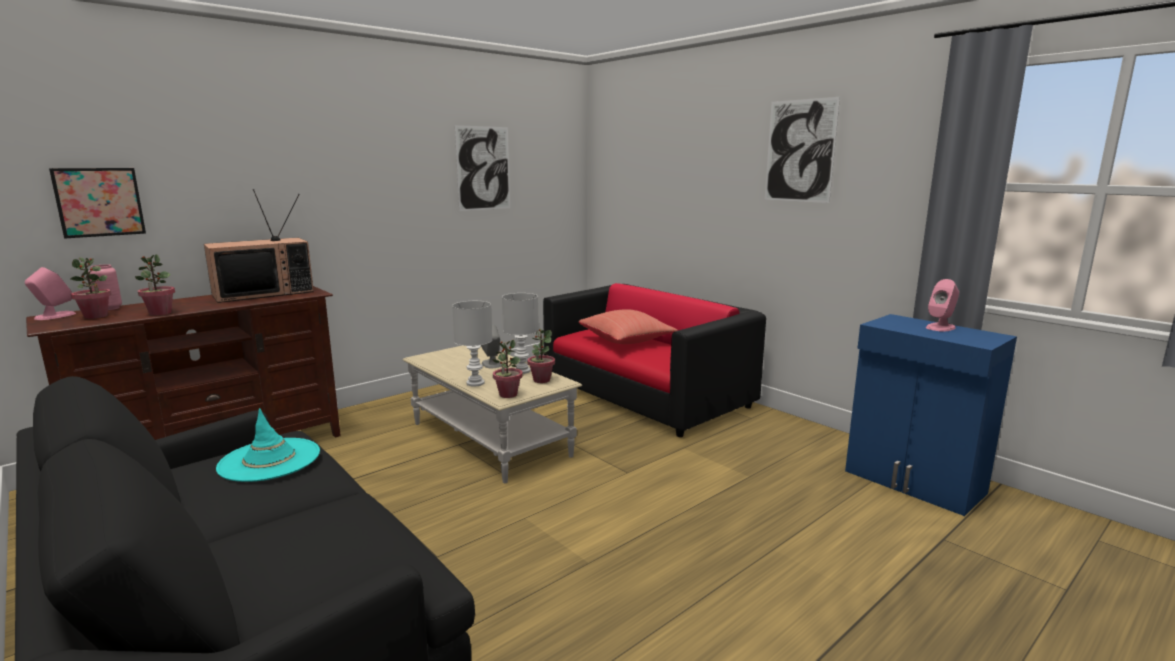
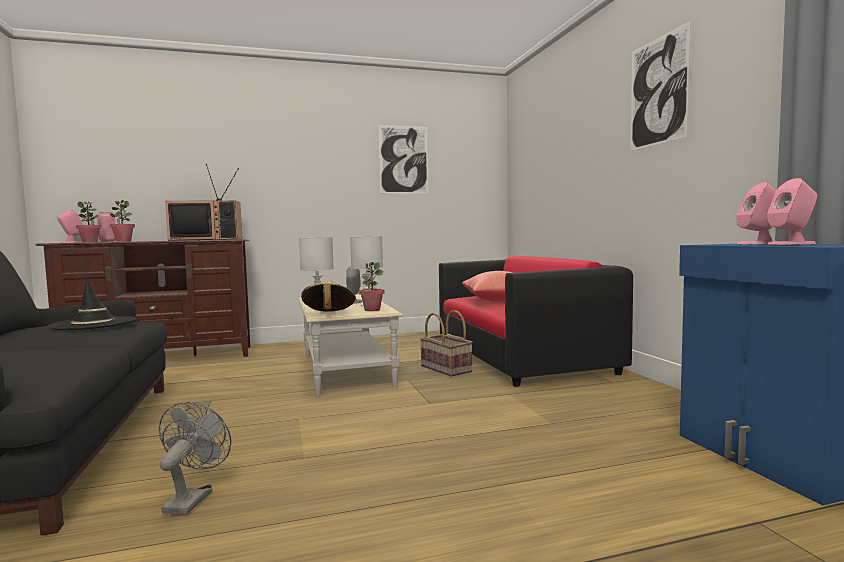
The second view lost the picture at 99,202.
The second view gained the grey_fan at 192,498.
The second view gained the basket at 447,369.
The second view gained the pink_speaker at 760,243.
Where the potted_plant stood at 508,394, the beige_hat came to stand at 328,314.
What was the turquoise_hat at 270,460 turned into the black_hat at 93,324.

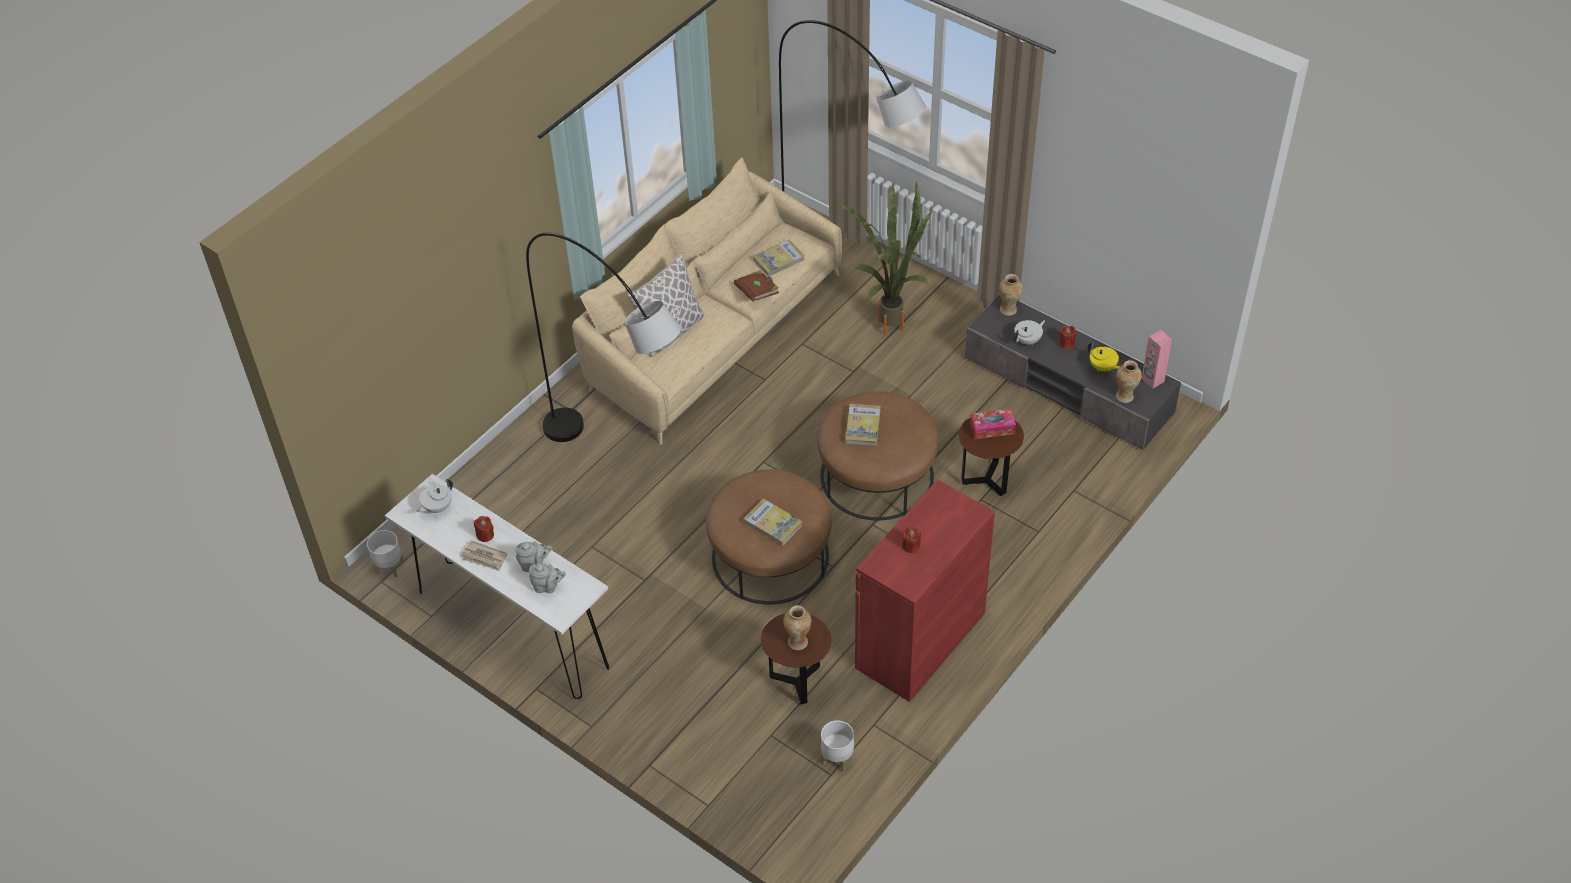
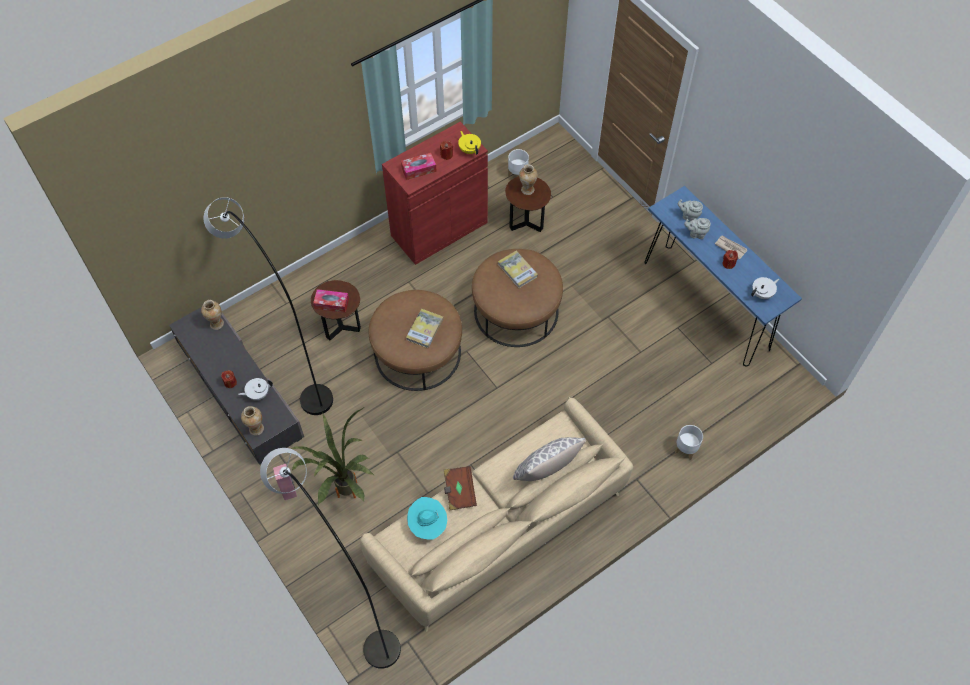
The second view gained the tissue_box at 419,169.
The white_planter ended up elsewhere, having gone from 389,567 to 686,449.
The grey_floor_lamp ended up elsewhere, having gone from 621,461 to 285,357.
The yellow_teapot ended up elsewhere, having gone from 1102,367 to 469,150.
The pink_speaker ended up elsewhere, having gone from 1152,380 to 289,492.
Where the book stood at 779,260, the turquoise_hat came to stand at 427,524.
What was the white_console_table at 512,629 turned into the blue_console_table at 705,305.

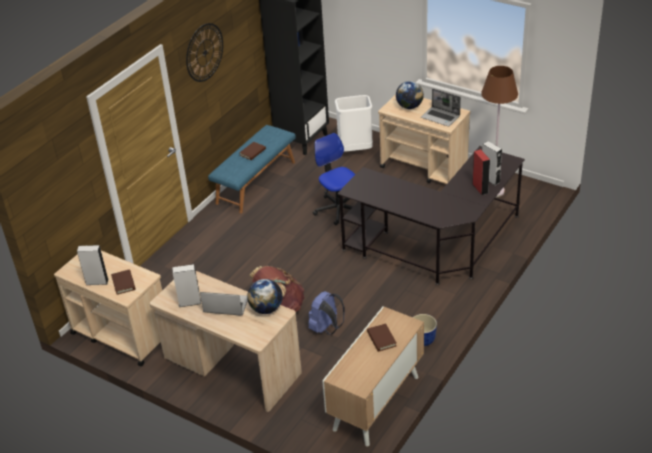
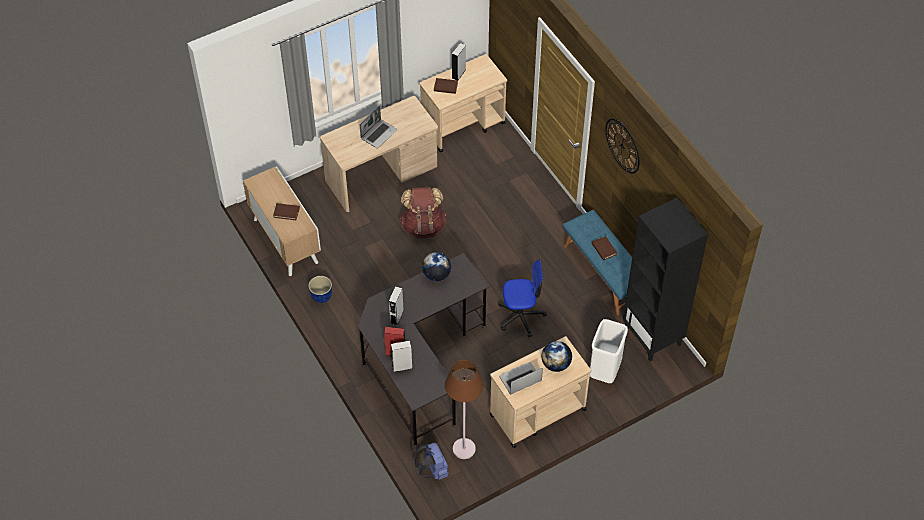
The grey_speaker ended up elsewhere, having gone from 189,302 to 396,317.
The globe ended up elsewhere, having gone from 266,309 to 436,275.
The blue_backpack ended up elsewhere, having gone from 327,328 to 432,470.

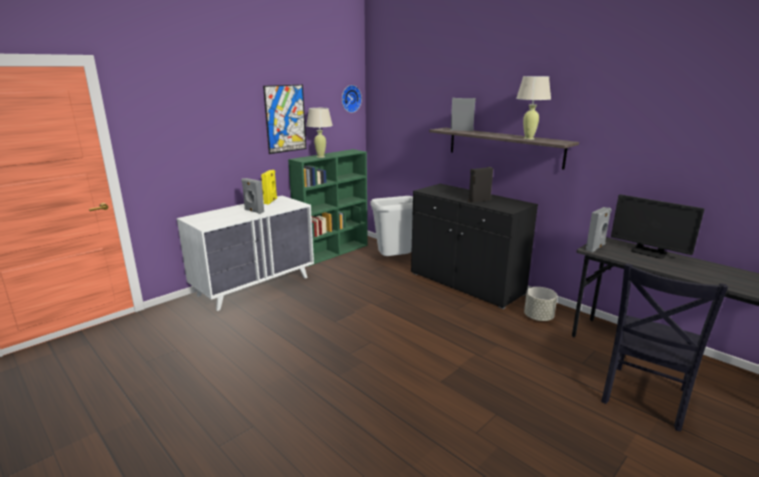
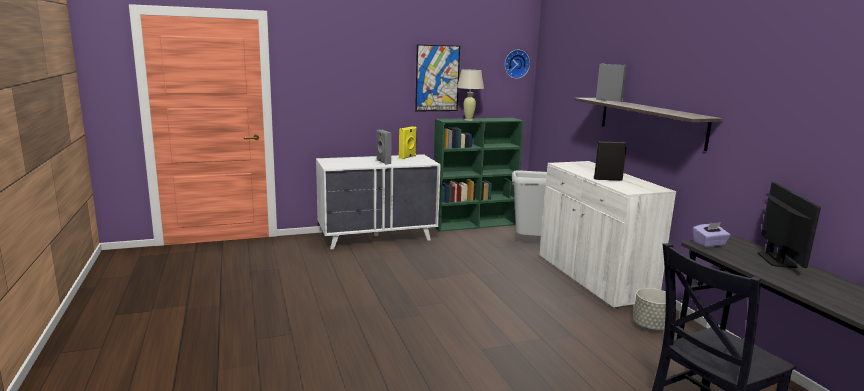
The second view lost the beige_table_lamp at 529,138.
Where the grey_speaker stood at 596,248, the purple_tissue_box came to stand at 709,244.
What was the black_cabinet at 465,283 turned into the white_cabinet at 593,278.
The monitor at 648,252 ended up facing another way, 150 degrees counterclockwise from before.

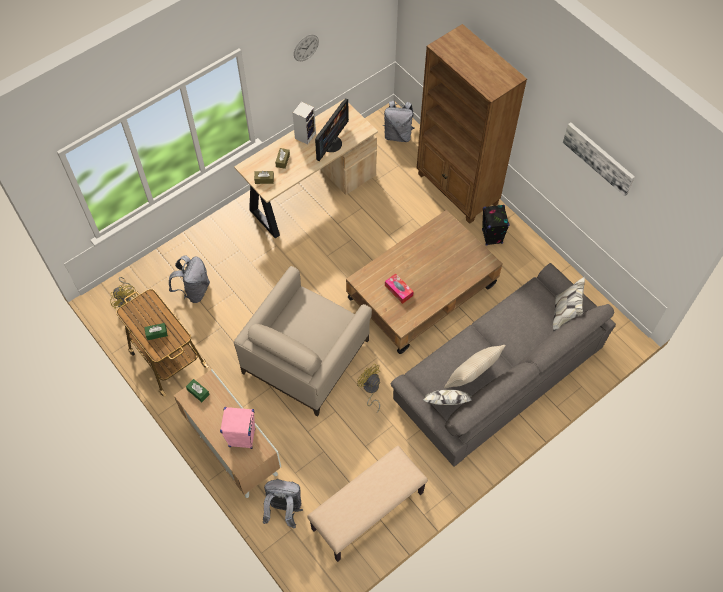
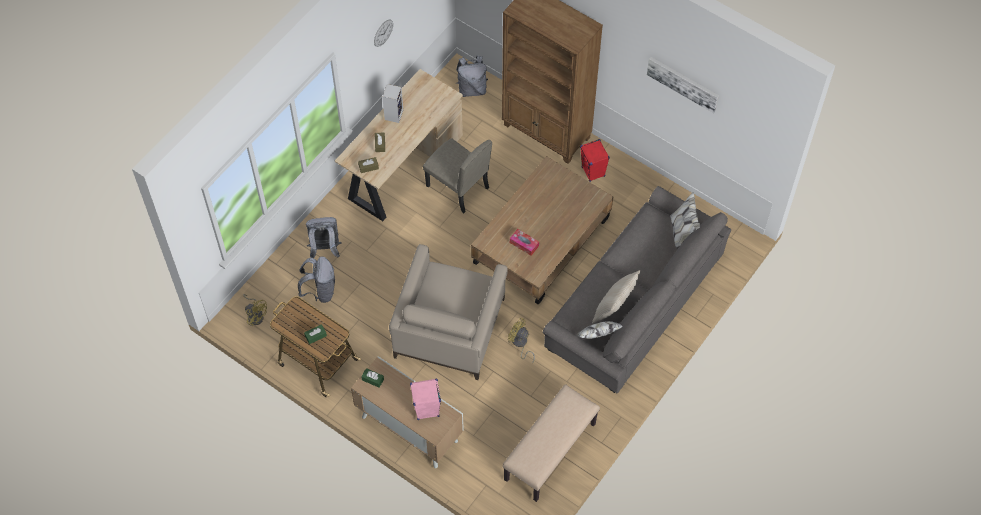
The second view lost the monitor at 331,143.
The second view gained the beige_chair at 457,187.
The grey_backpack ended up elsewhere, having gone from 284,509 to 325,249.
What was the black_speaker at 492,237 turned into the red_speaker at 593,172.

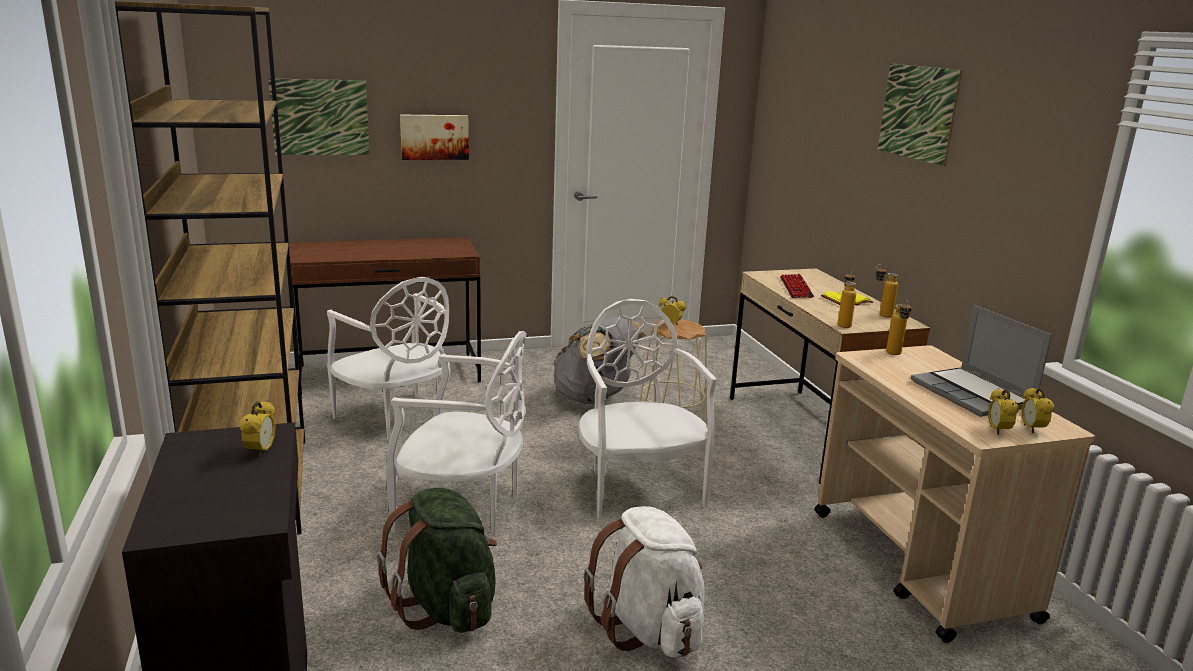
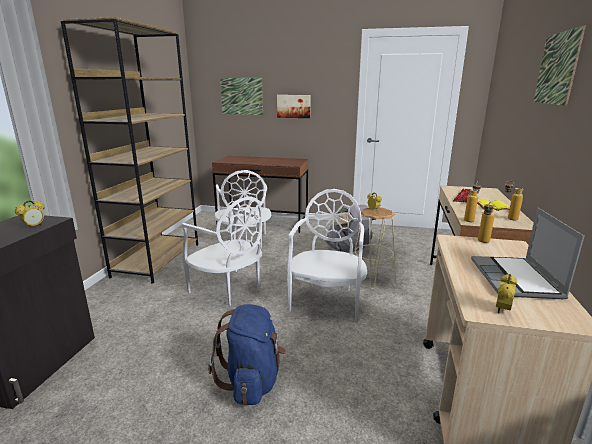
The second view lost the green_backpack at 446,607.
The second view lost the alarm_clock at 1031,429.
What was the white_backpack at 648,628 turned into the blue_backpack at 252,381.

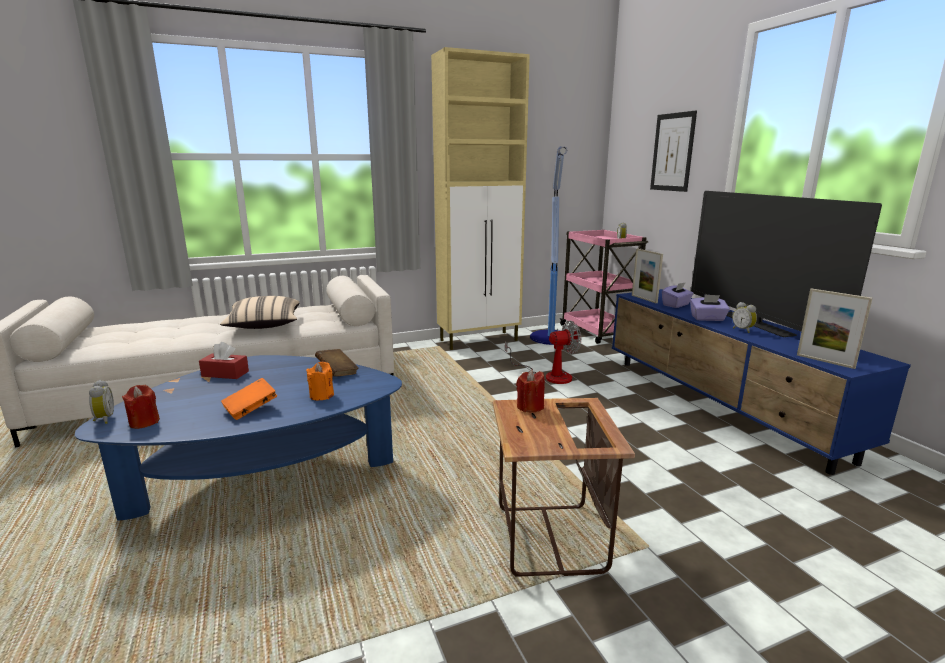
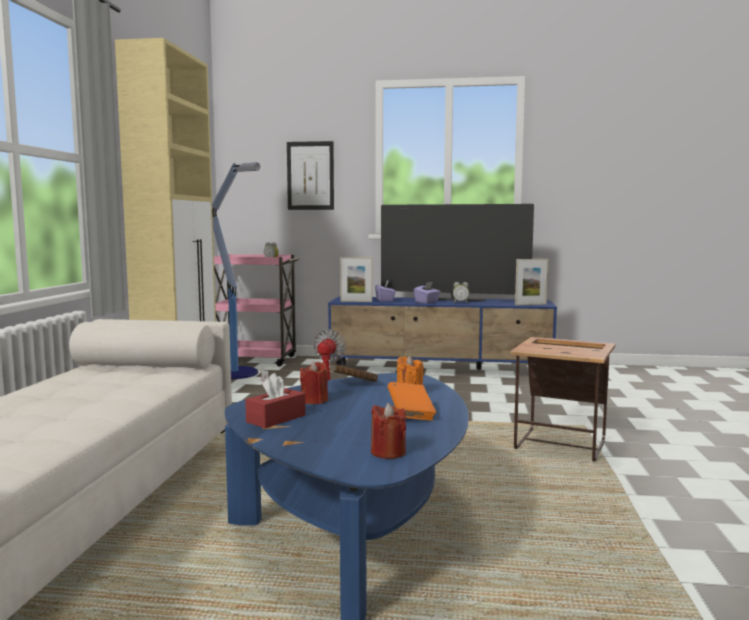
The second view lost the alarm_clock at 103,419.
The second view lost the beige_pillow at 264,326.
The red_candle ended up elsewhere, having gone from 530,407 to 314,401.

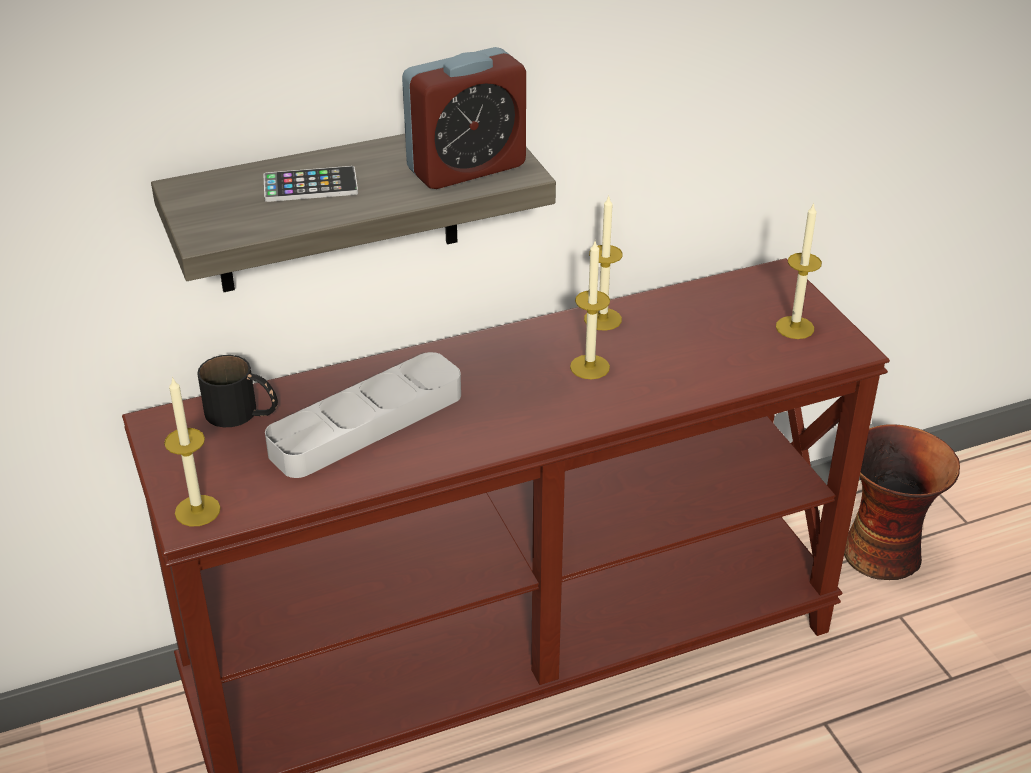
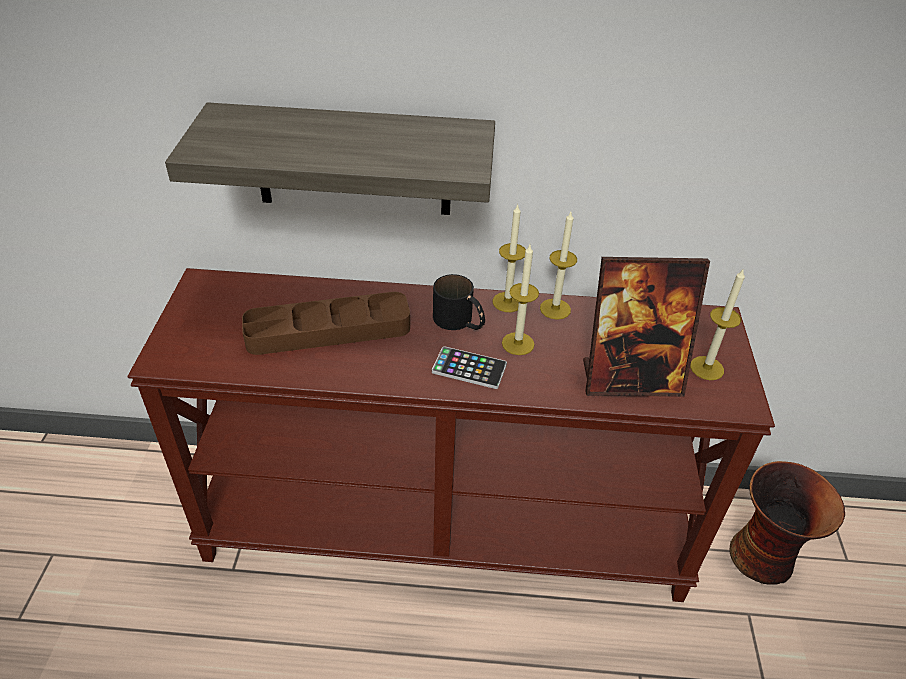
The second view lost the alarm_clock at 466,168.
The second view gained the picture_frame at 630,379.
The candle ended up elsewhere, having gone from 197,510 to 507,302.
The black_mug ended up elsewhere, having gone from 243,413 to 460,321.
The phone ended up elsewhere, having gone from 310,186 to 469,368.
What was the grey_tray at 367,423 turned into the brown_tray at 328,330.

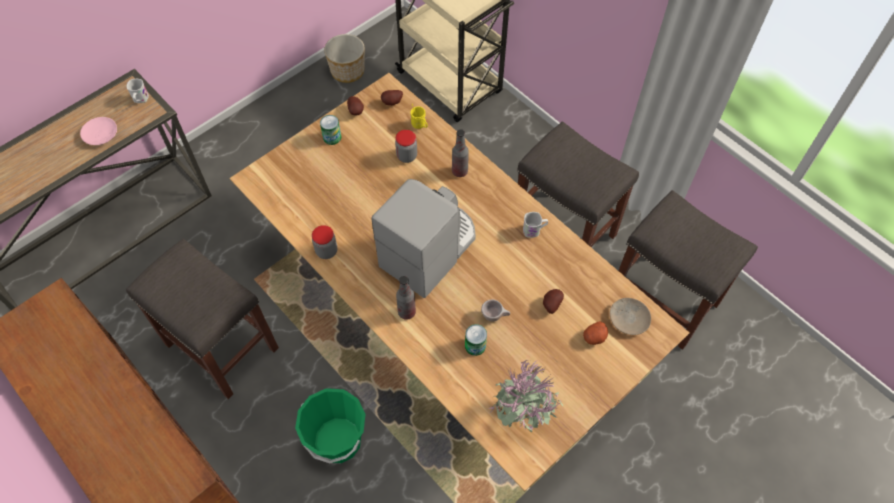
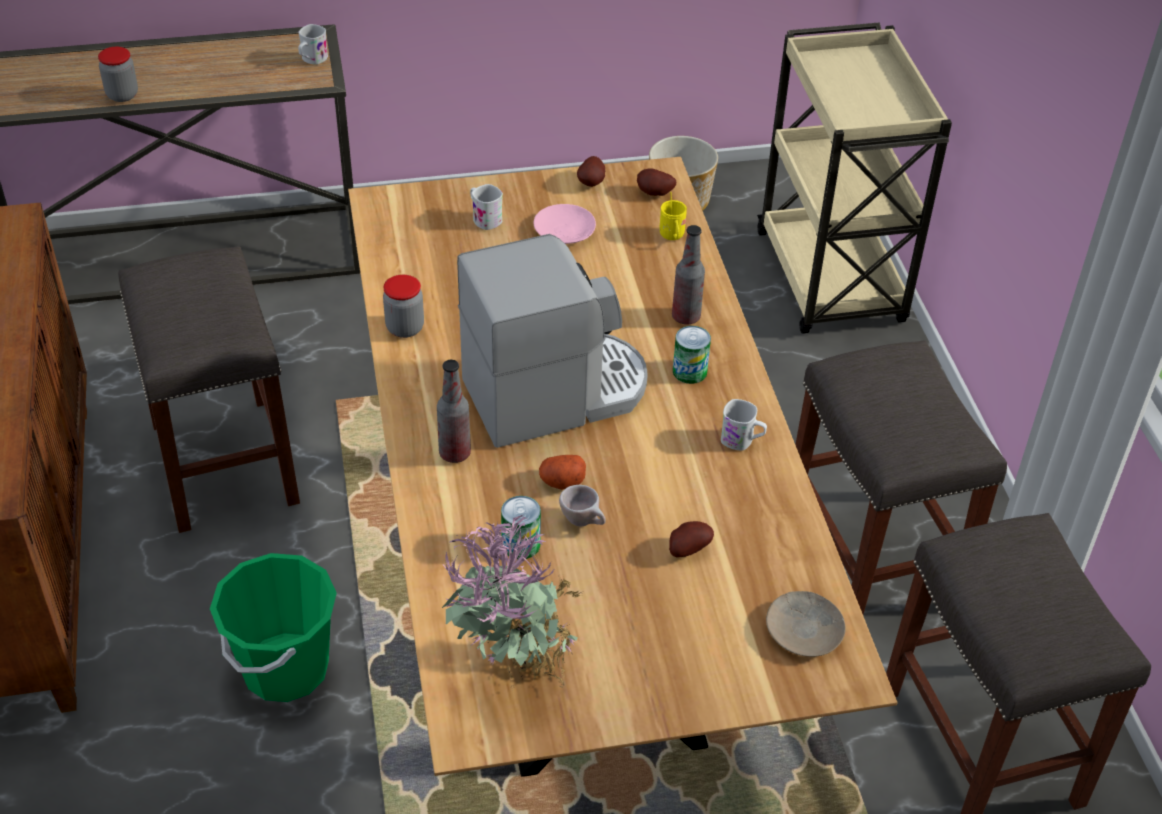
The second view gained the white_mug at 484,218.
The pink_plate ended up elsewhere, having gone from 101,134 to 564,231.
The can ended up elsewhere, having gone from 332,137 to 689,371.
The jar ended up elsewhere, having gone from 407,156 to 122,95.
The potato ended up elsewhere, having gone from 594,337 to 562,481.

